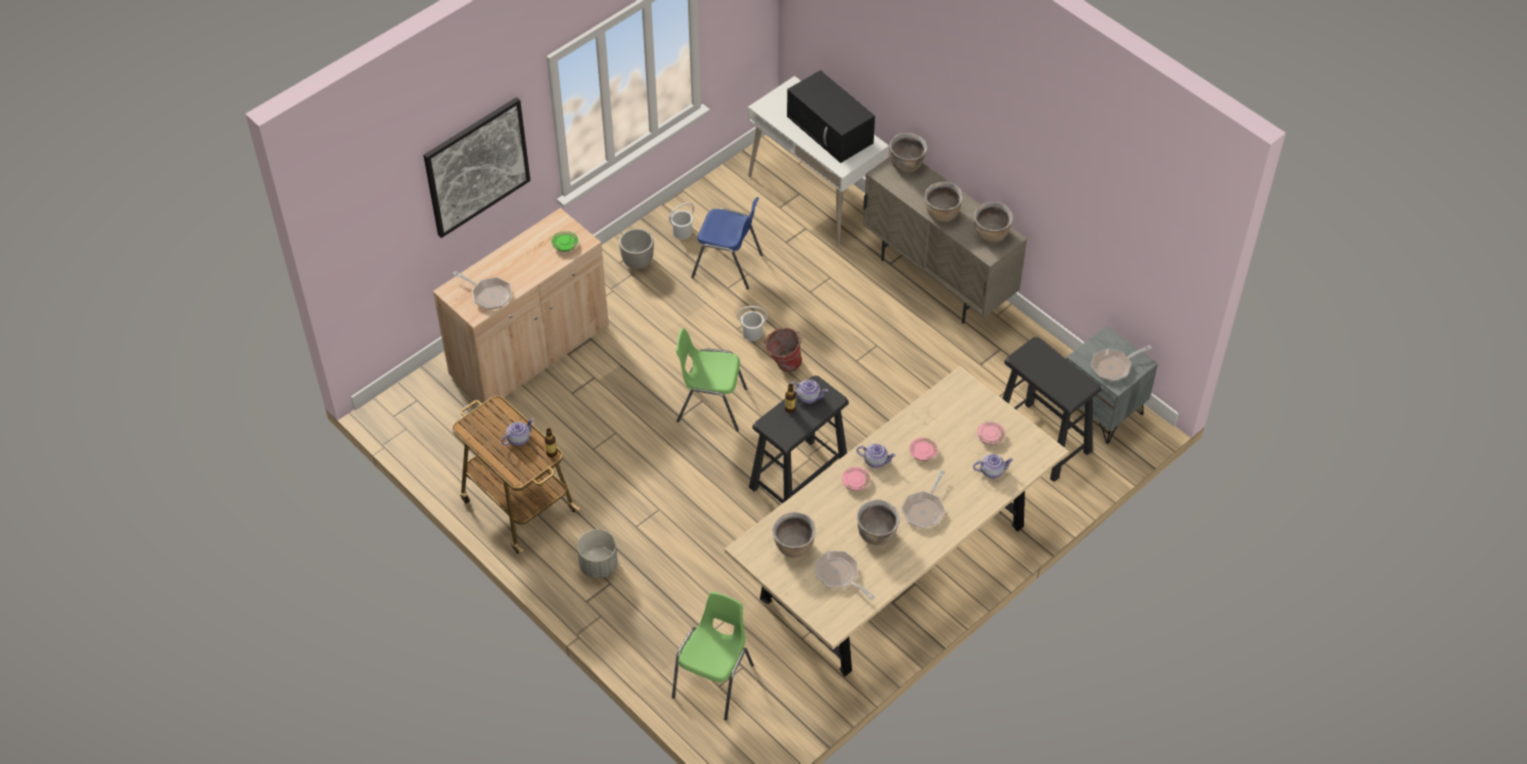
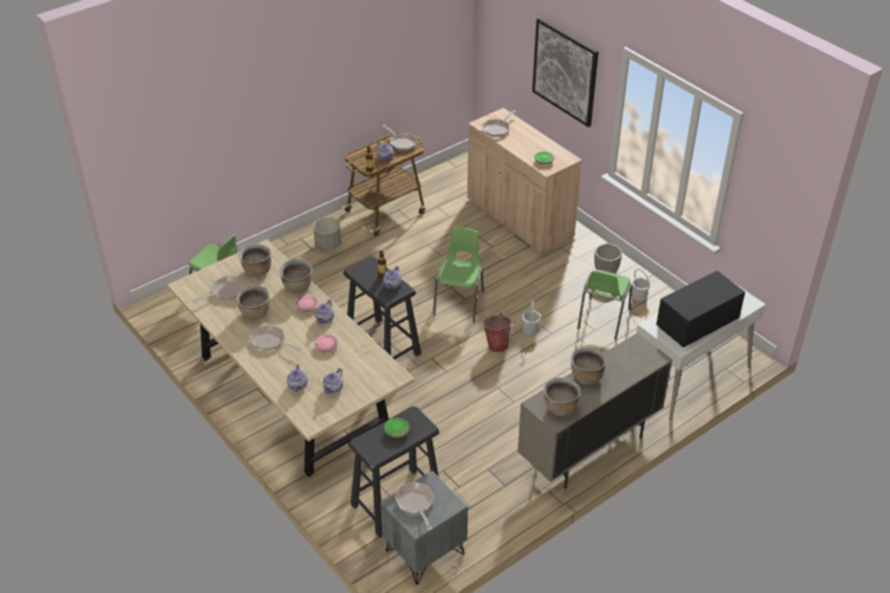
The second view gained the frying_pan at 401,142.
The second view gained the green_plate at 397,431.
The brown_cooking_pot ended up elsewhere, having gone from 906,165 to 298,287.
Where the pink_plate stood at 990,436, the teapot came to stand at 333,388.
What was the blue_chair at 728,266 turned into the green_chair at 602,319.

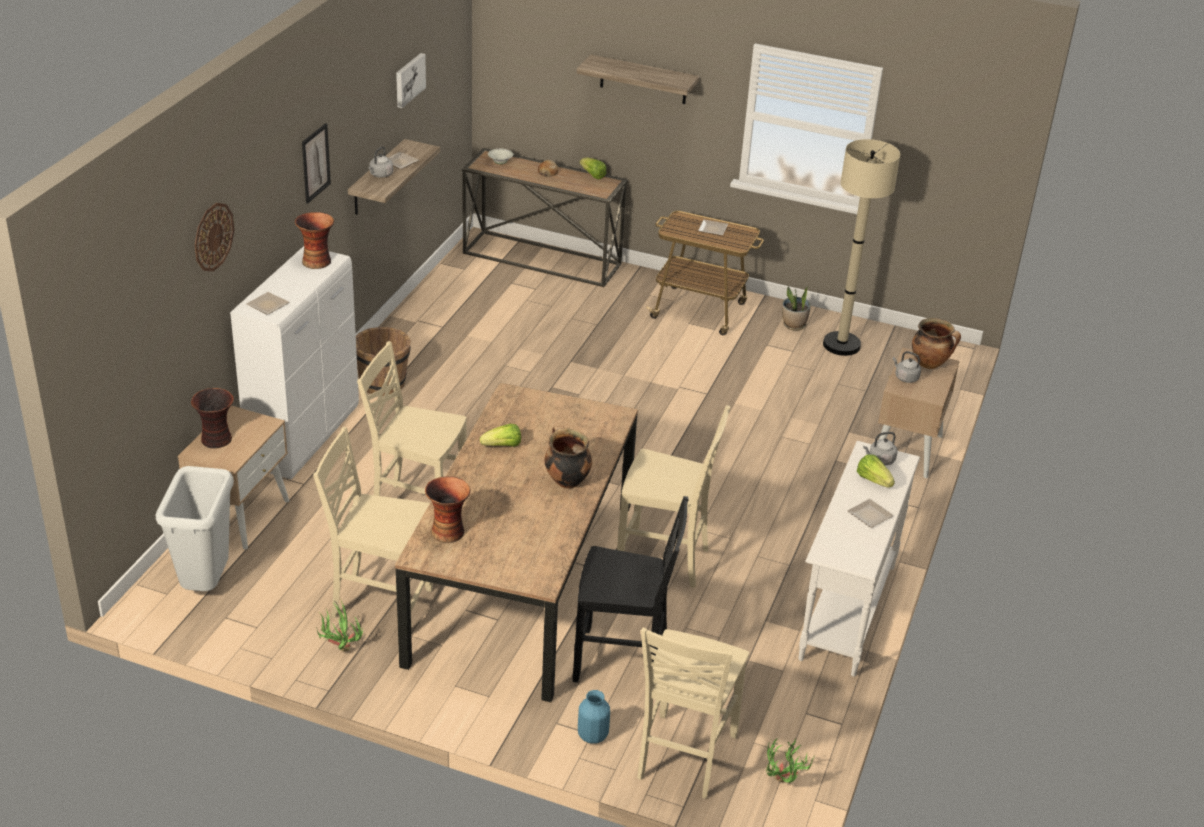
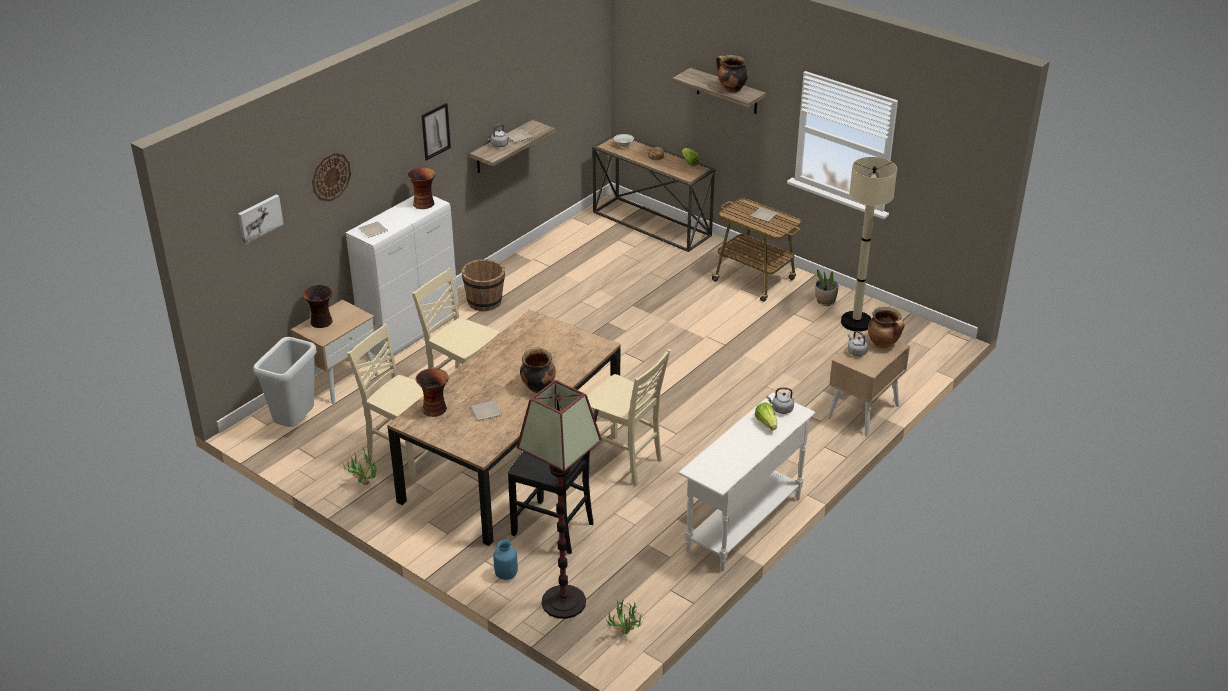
The second view lost the lettuce at 503,446.
The second view gained the cooking_pot at 731,89.
The picture ended up elsewhere, having gone from 409,79 to 259,218.
The plate ended up elsewhere, having gone from 870,516 to 485,412.
Where the beige_chair stood at 683,757, the floor_lamp came to stand at 563,602.

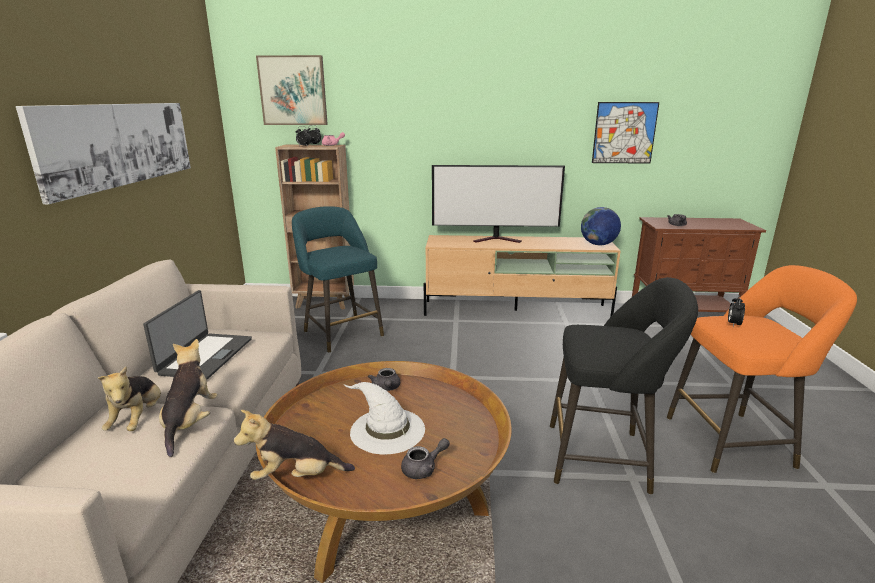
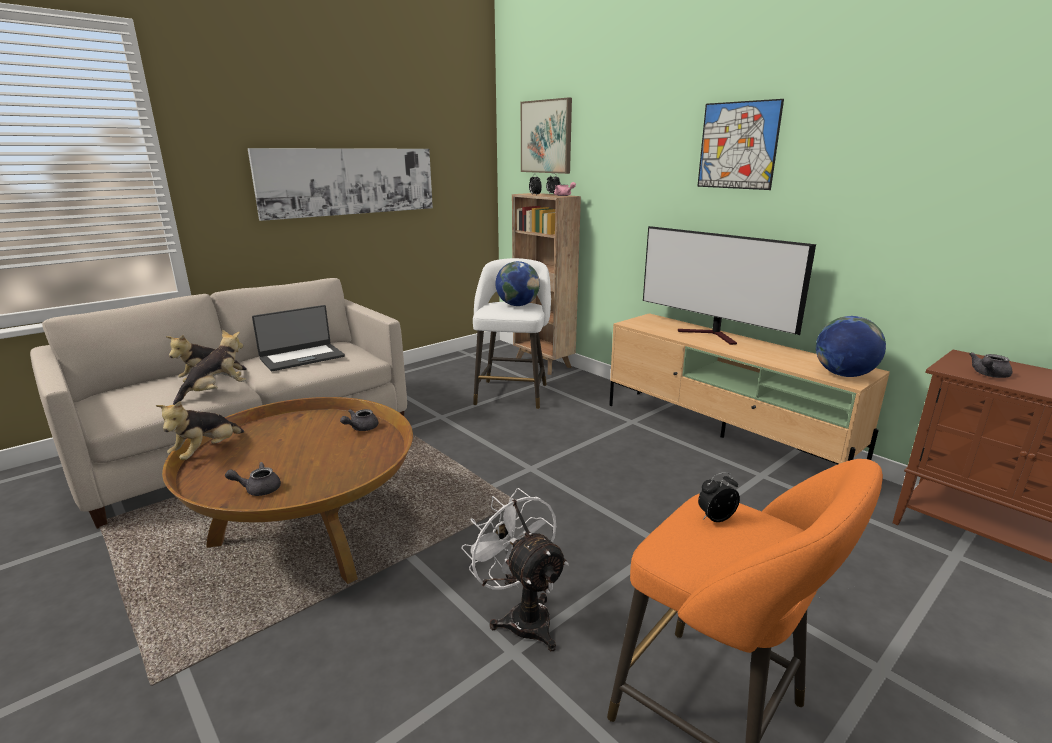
The second view lost the white_hat at 386,430.
The second view gained the globe at 517,305.
The picture ended up elsewhere, having gone from 624,133 to 738,145.
Where the black_stool stood at 604,458, the white_fan came to stand at 522,616.
What was the turquoise_stool at 341,332 turned into the white_stool at 512,393.
The plush_toy at 296,476 ended up facing another way, 105 degrees counterclockwise from before.
The grey_teapot at 424,468 ended up facing another way, 150 degrees clockwise from before.

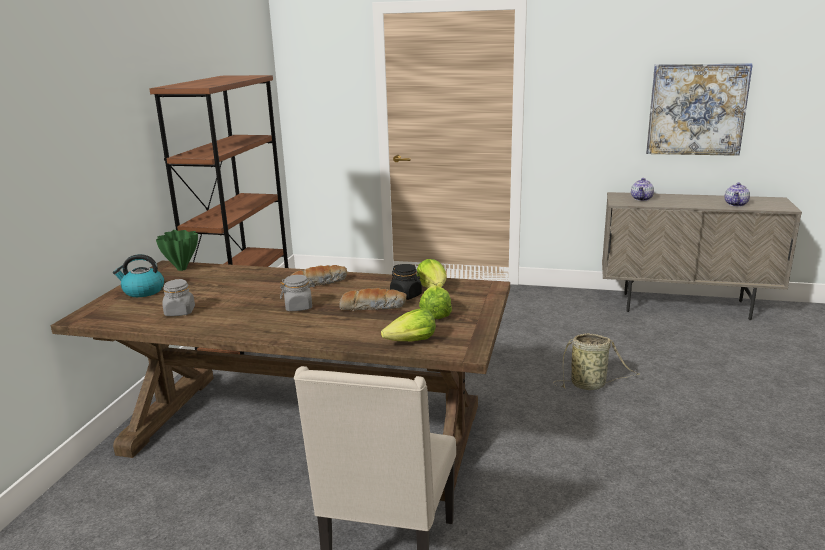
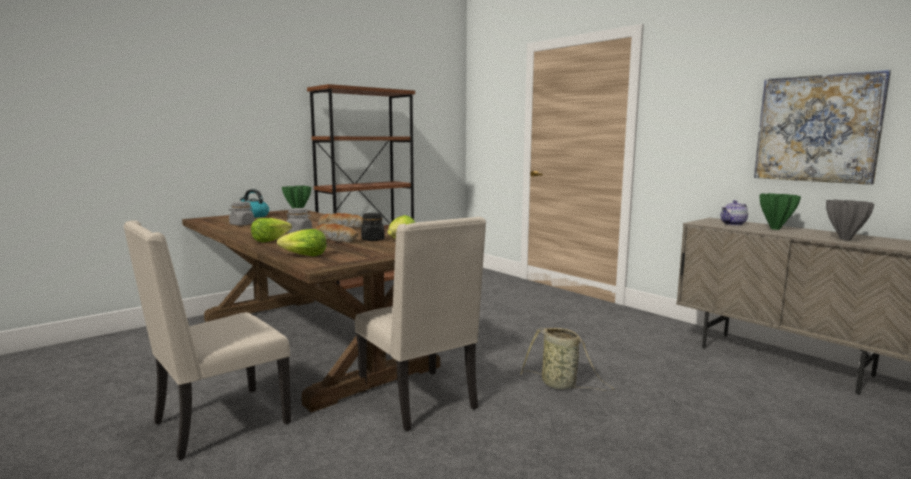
The second view gained the beige_chair at 420,400.
The second view gained the green_vase at 776,229.
The lettuce ended up elsewhere, having gone from 435,313 to 270,240.
Where the teapot stood at 736,204, the grey_vase came to stand at 844,239.

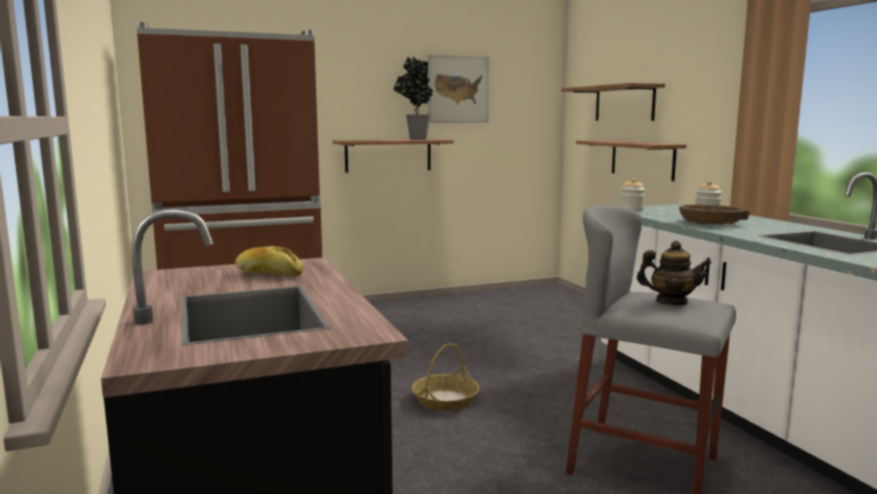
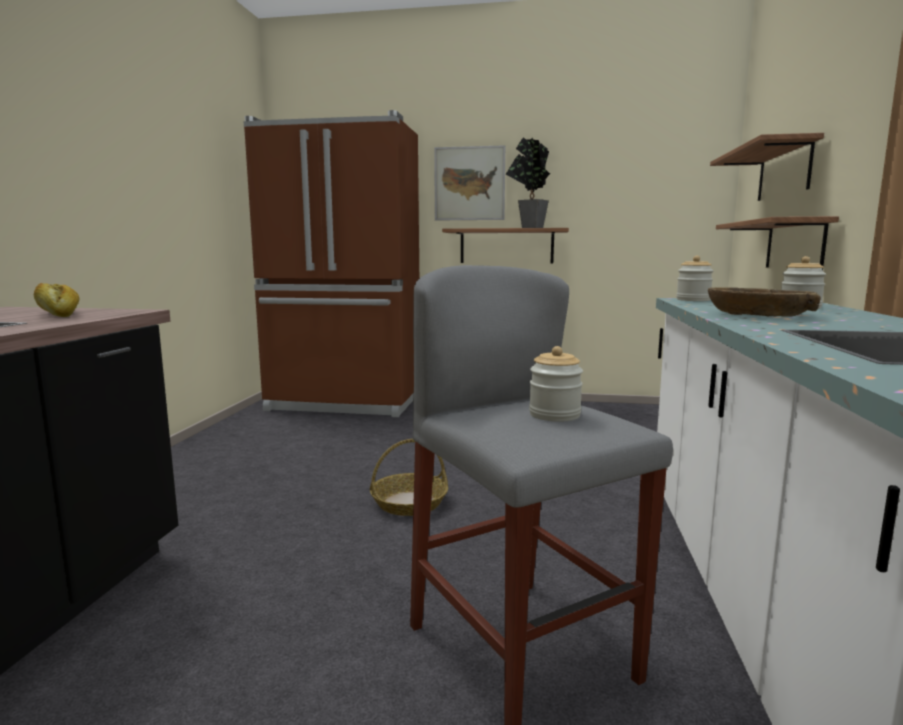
The picture ended up elsewhere, having gone from 458,89 to 469,183.
Where the teapot stood at 671,302, the jar came to stand at 554,415.

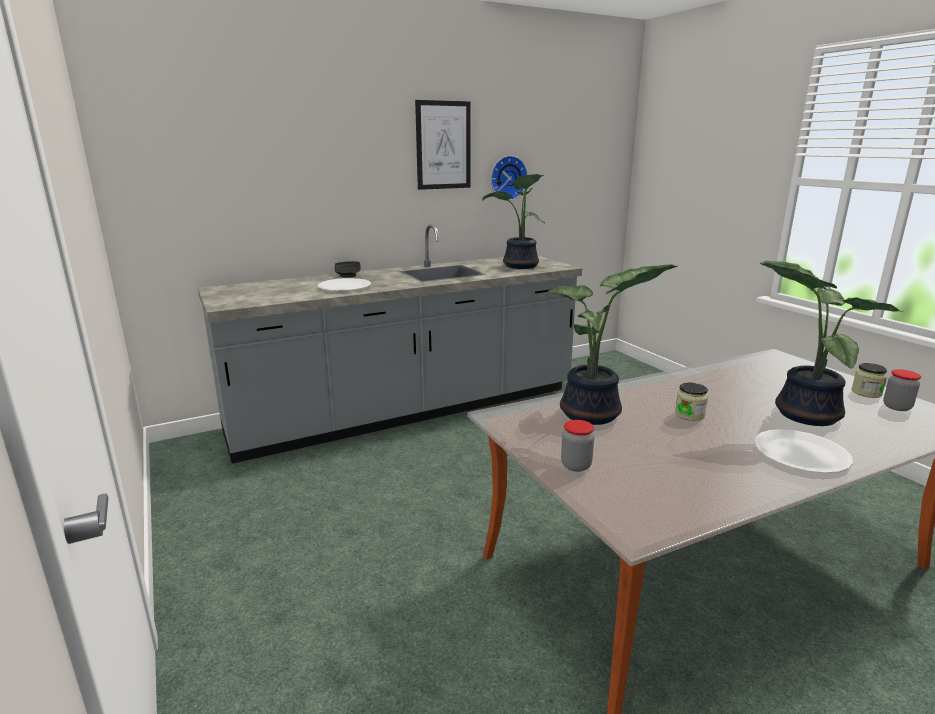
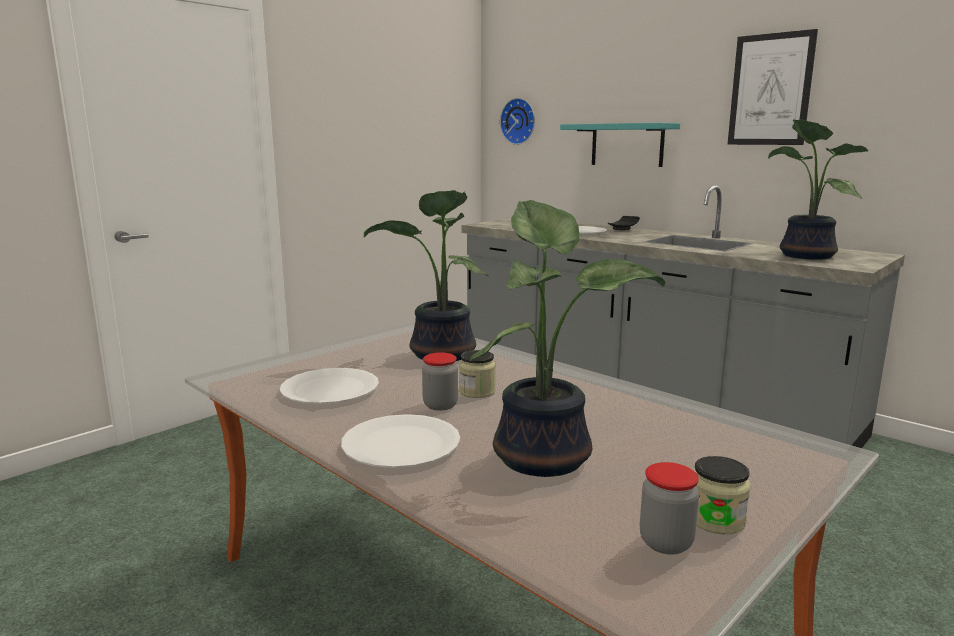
The second view gained the white_plate at 330,389.
The second view gained the turquoise_shelf at 627,145.
The wall_clock ended up elsewhere, having gone from 507,178 to 519,121.
The jar ended up elsewhere, having gone from 576,465 to 440,405.

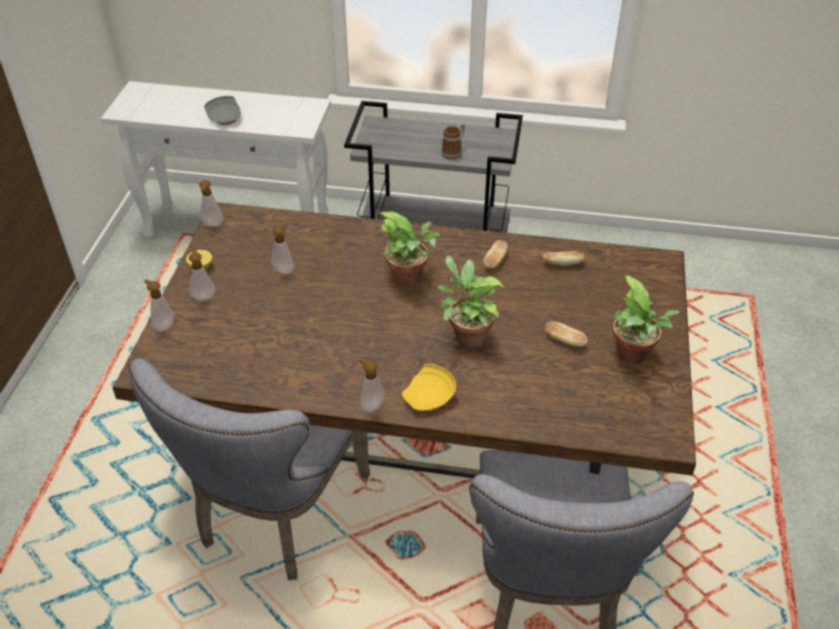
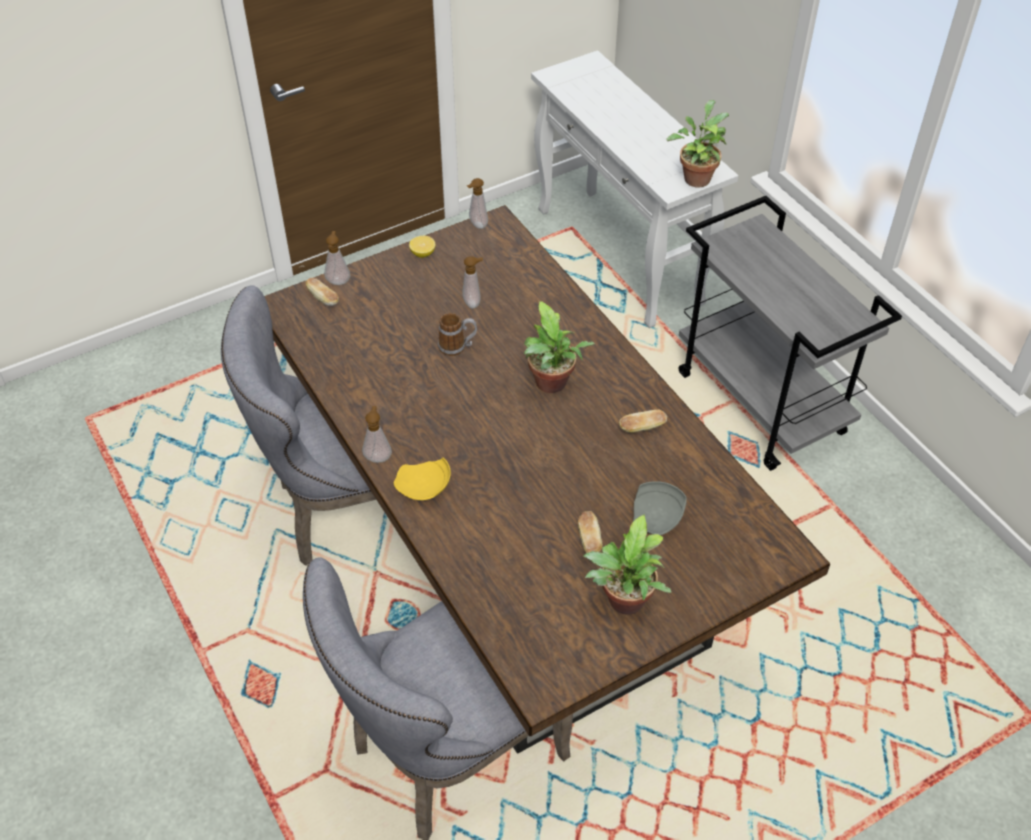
The second view lost the soap_dispenser at 204,296.
The grey_plate ended up elsewhere, having gone from 225,118 to 657,516.
The potted_plant ended up elsewhere, having gone from 466,335 to 696,177.
The mug ended up elsewhere, having gone from 454,152 to 457,347.
The bread ended up elsewhere, having gone from 562,263 to 323,298.

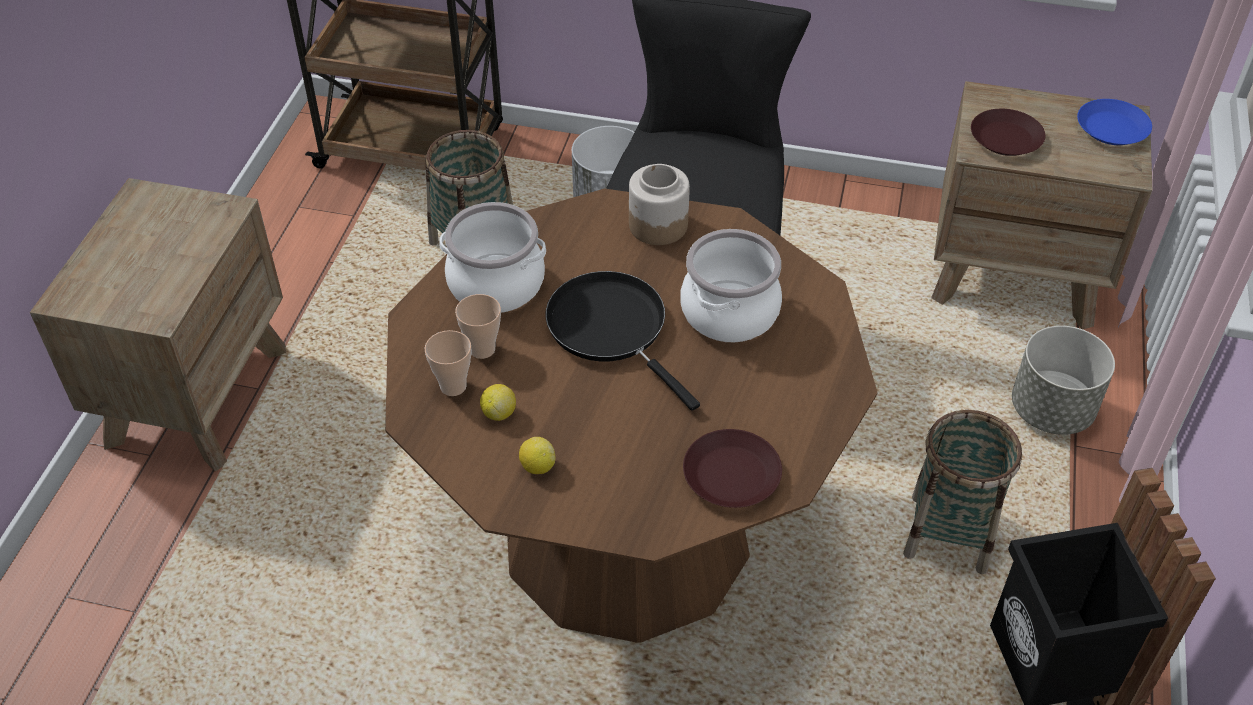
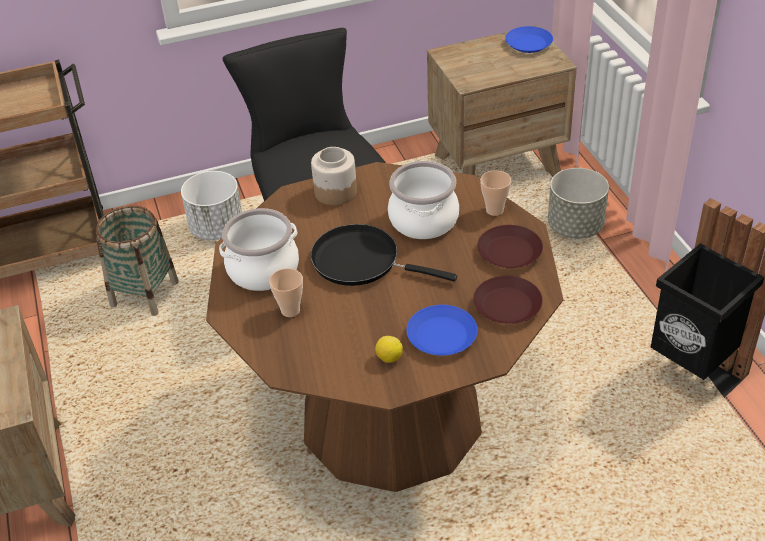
The second view lost the lemon at 499,413.
The second view lost the basket at 948,534.
The second view gained the blue_plate at 441,336.
The cup ended up elsewhere, having gone from 453,386 to 494,210.
The brown_plate ended up elsewhere, having gone from 1005,138 to 509,252.

